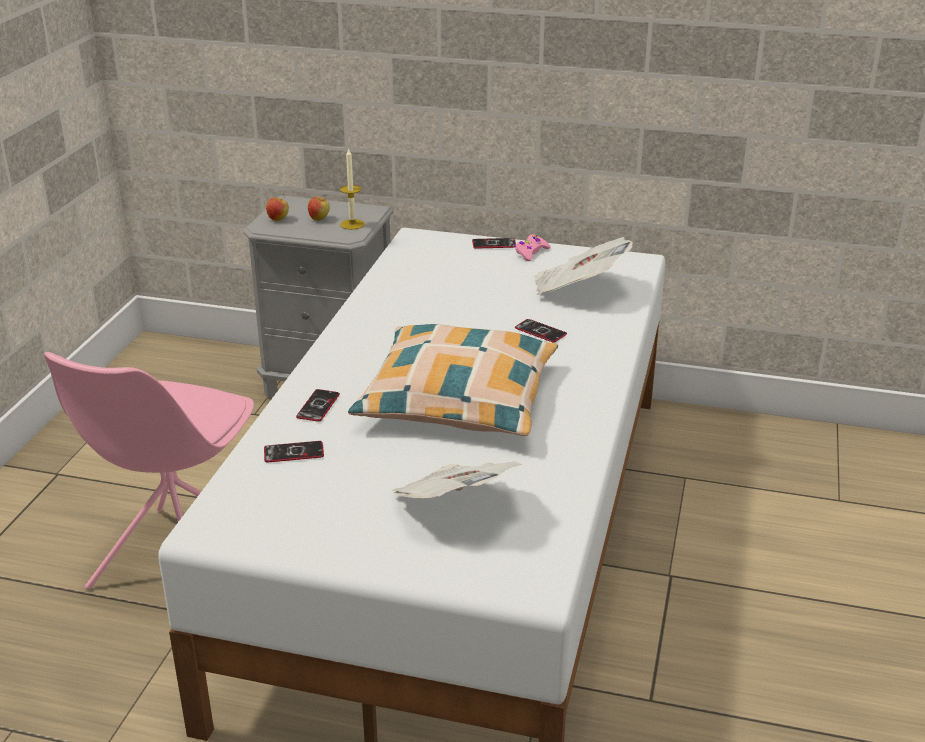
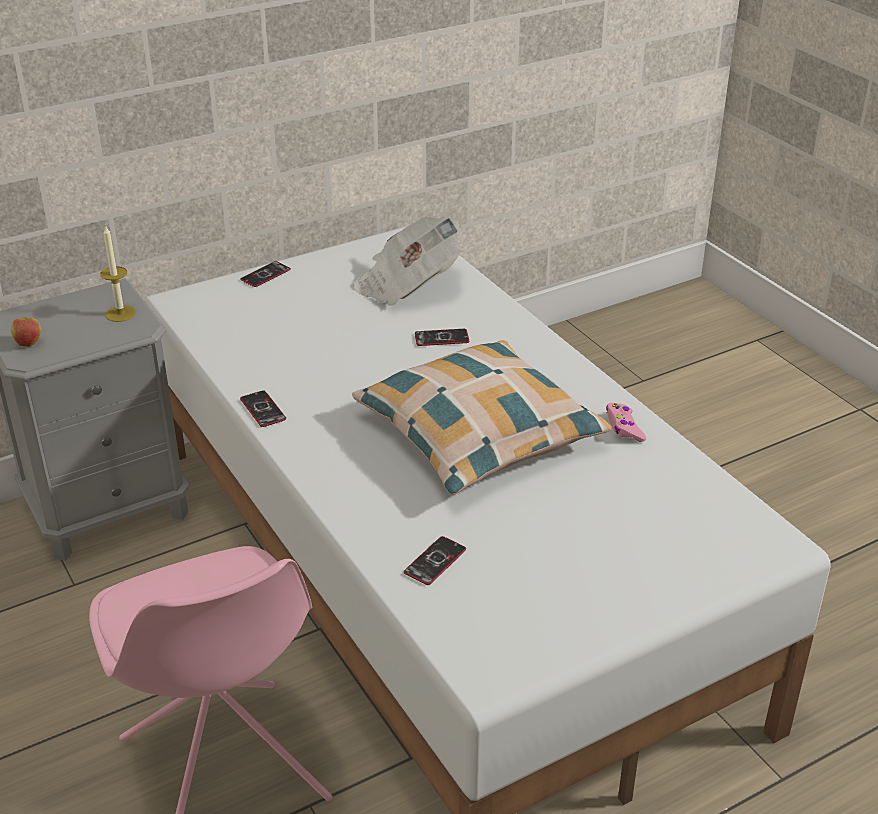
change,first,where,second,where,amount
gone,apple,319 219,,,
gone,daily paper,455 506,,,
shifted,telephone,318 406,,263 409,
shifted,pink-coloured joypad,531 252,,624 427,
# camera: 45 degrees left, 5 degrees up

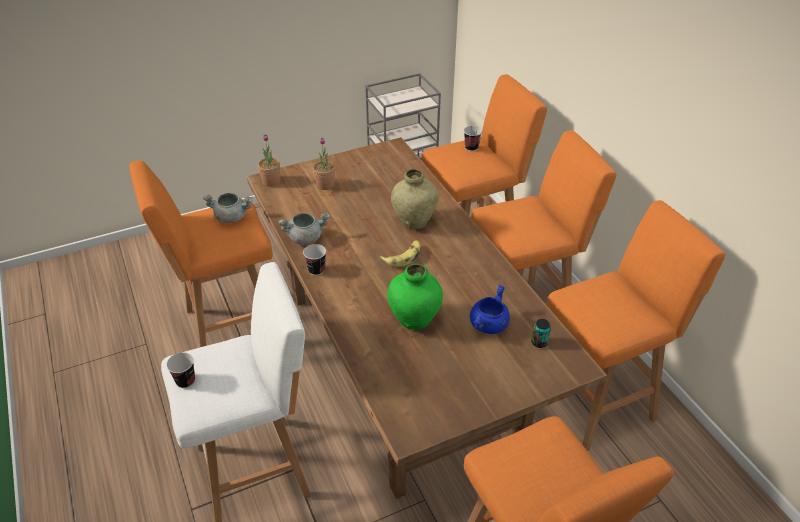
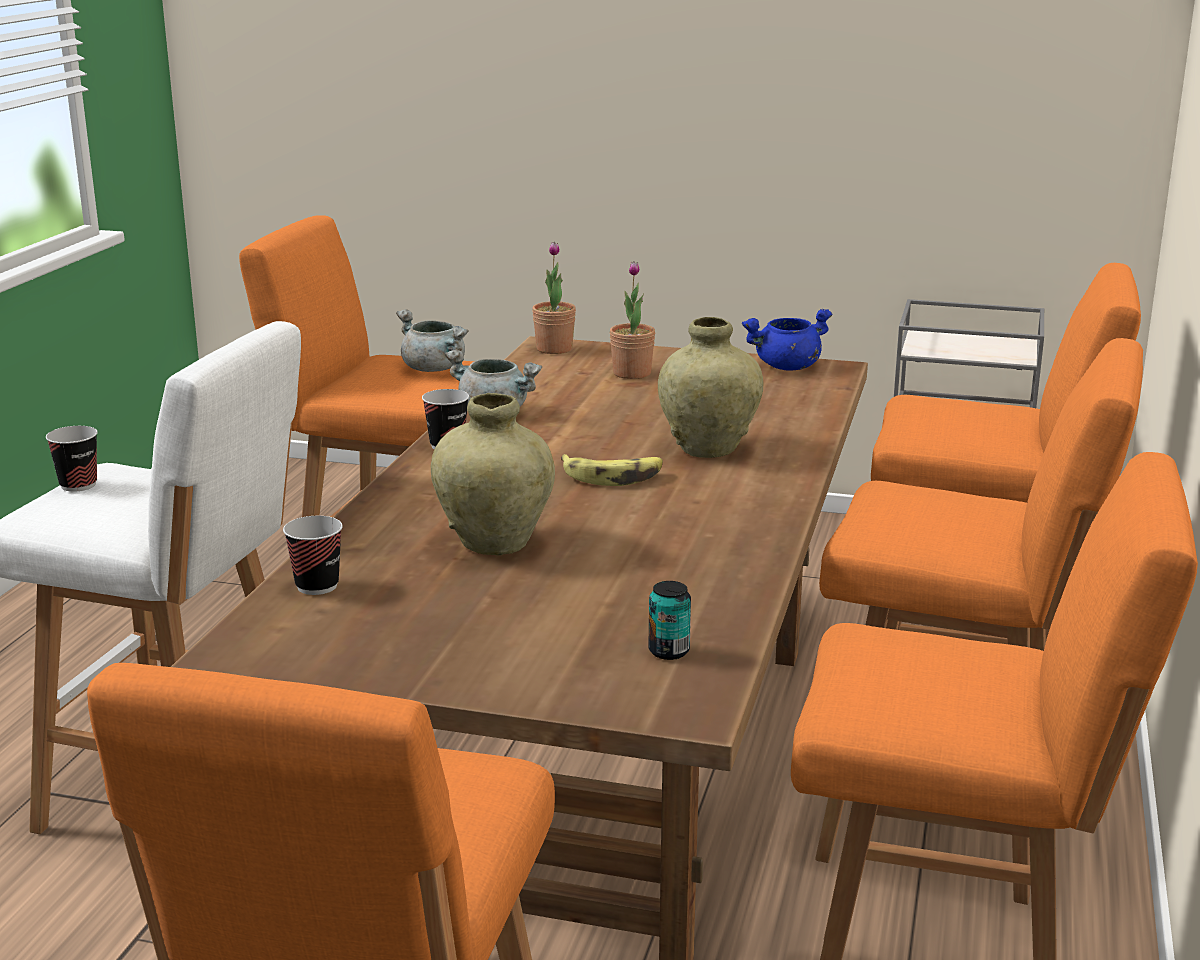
change,first,where,second,where,amount
shifted,small cup,471 148,,317 586,
shifted,blue saucepot,488 326,,786 367,
repainted,greenish decorative vase,414 320,beige decorative vase,494 543,
# camera: 40 degrees right, 20 degrees down

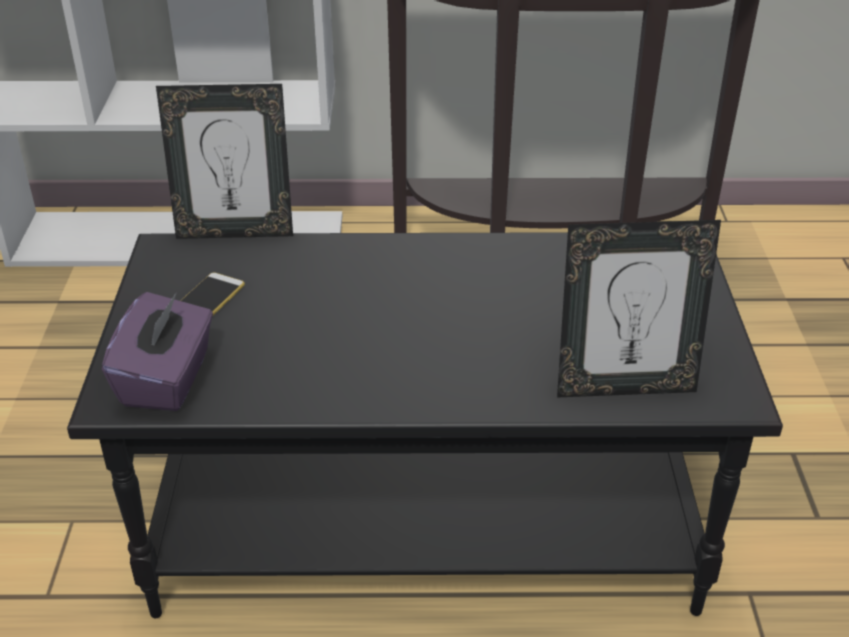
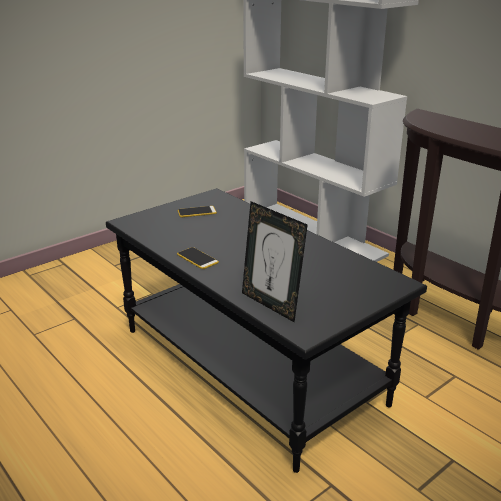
change,first,where,second,where,amount
gone,purple box of tissues,167 379,,,
gone,standing frame,235 232,,,
new,,,telephone,197 258,
# camera: 50 degrees right, 10 degrees down

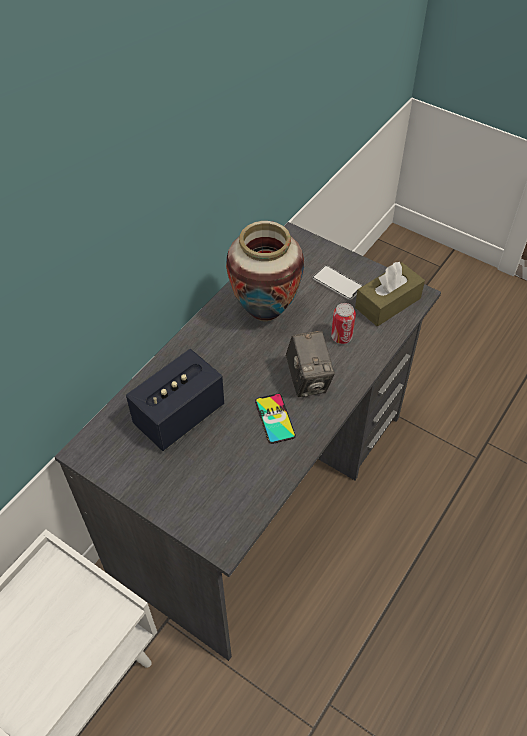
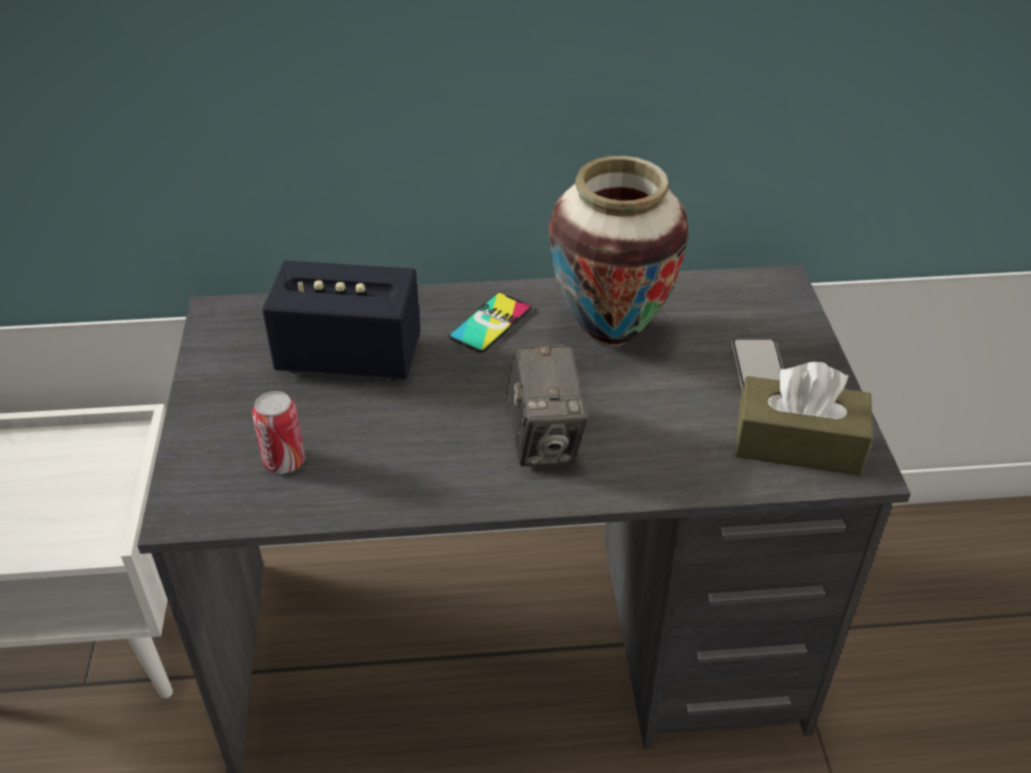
change,first,where,second,where,amount
shifted,telephone,275 418,,490 323,
shifted,metal can,341 337,,284 462,
rotated,photo camera,308 380,,544 440,45 degrees counterclockwise
# camera: 50 degrees right, 10 degrees down

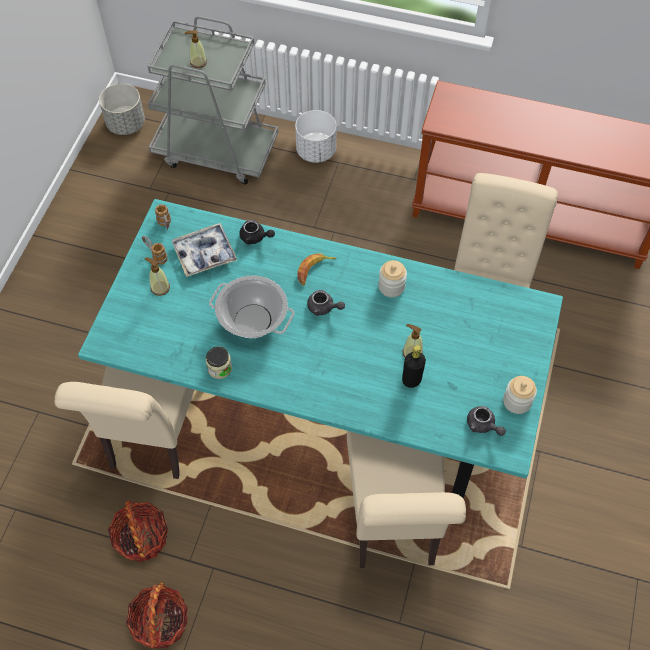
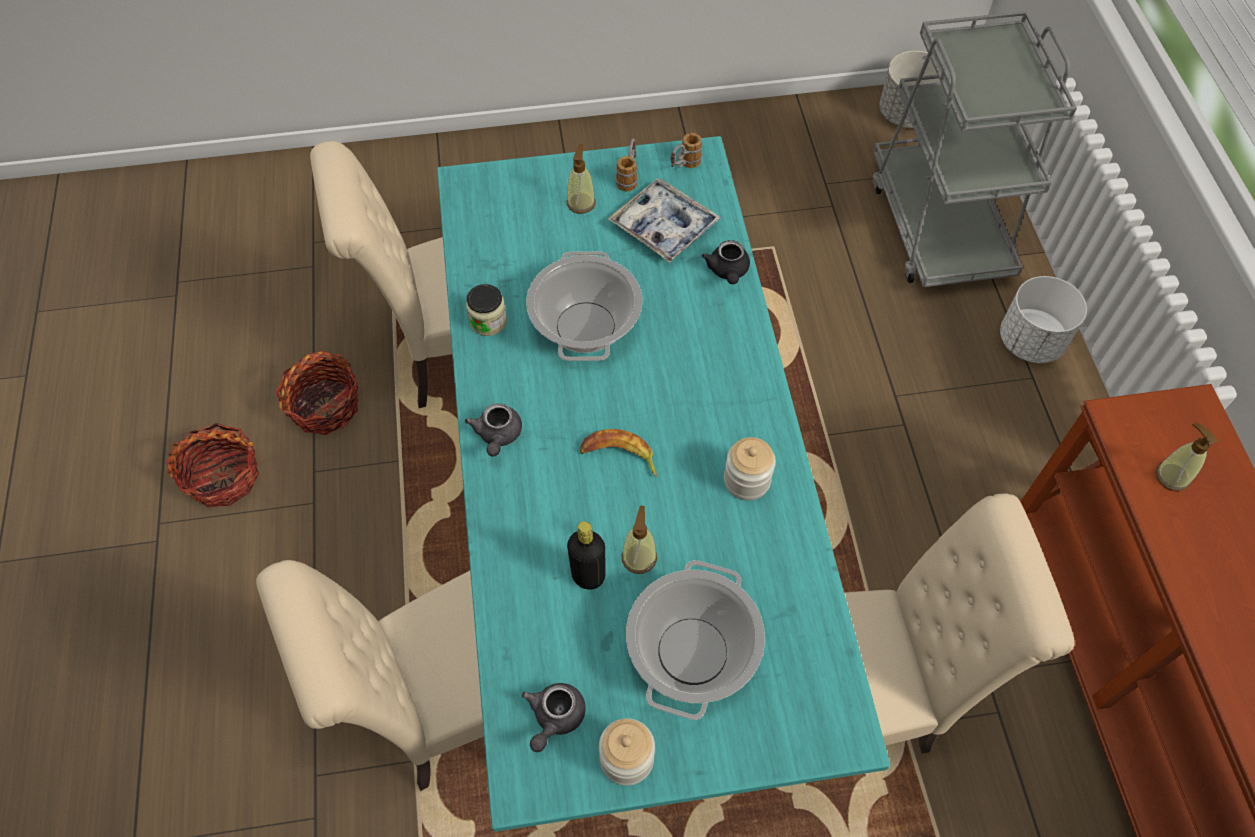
change,first,where,second,where,amount
new,,,saucepot,692 653,
shifted,liquid soap bottle,198 62,,1172 476,
shifted,banana fruit,314 270,,619 456,
shifted,gray pot for tea,323 308,,498 436,
# camera: 65 degrees right, 0 degrees up

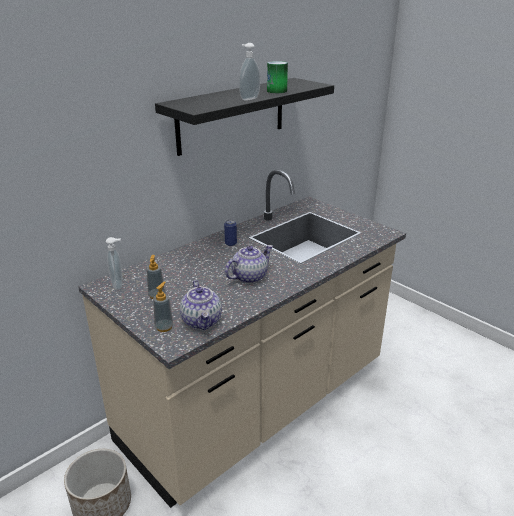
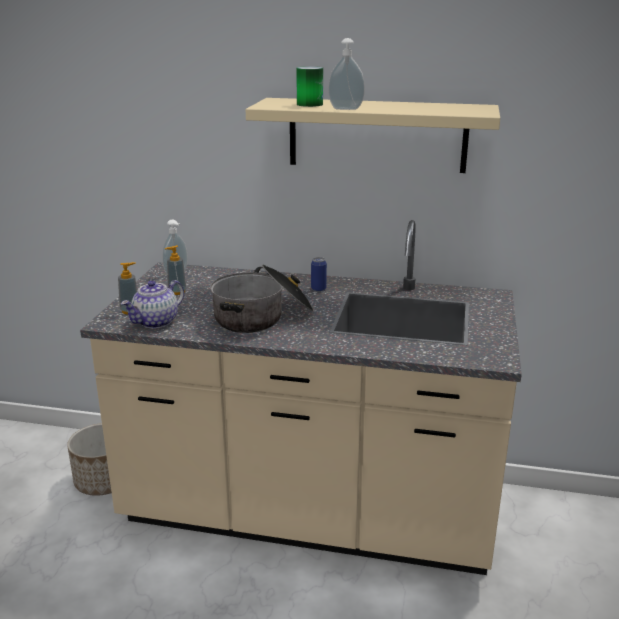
change,first,where,second,where,amount
shifted,metal can,277 91,,309 104,
swapped,pot for tea,249 277,saucepot,263 317,
repainted,black-coloured shelf,232 115,beige shelf,377 135,
# camera: 55 degrees right, 5 degrees down

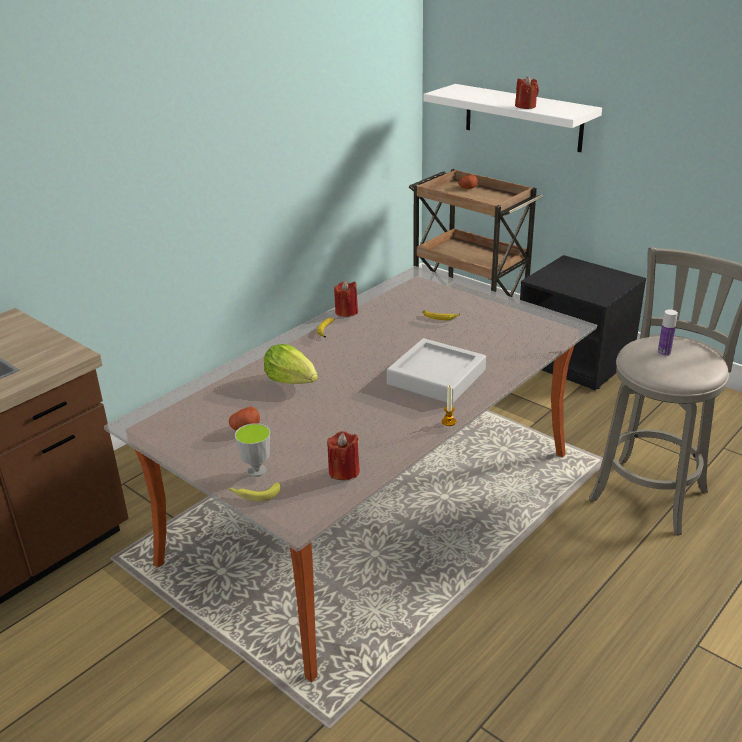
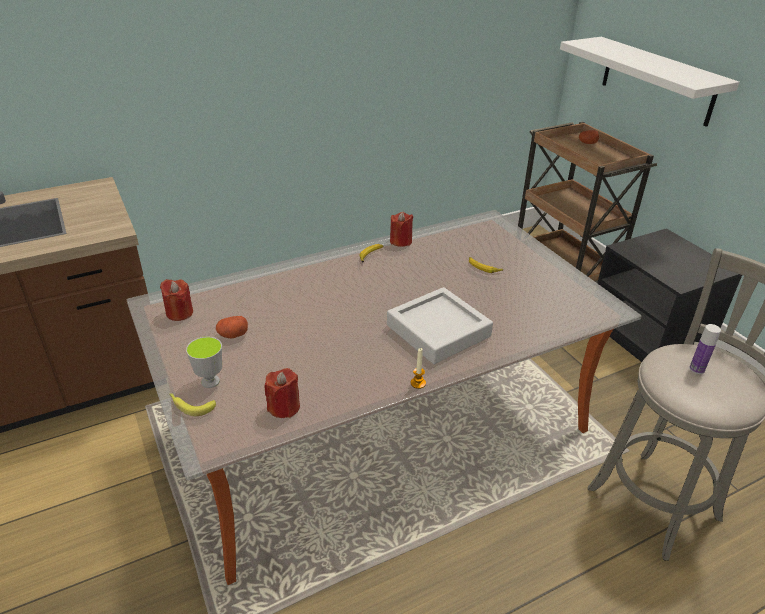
change,first,where,second,where,amount
gone,lettuce head,292 380,,,
shifted,red wax light,525 106,,179 313,
# camera: 20 degrees right, 5 degrees up

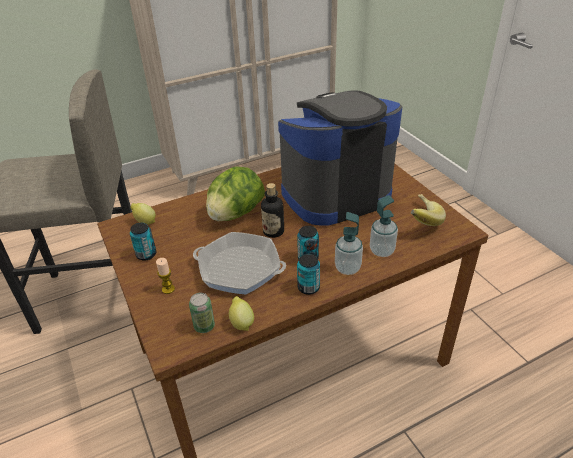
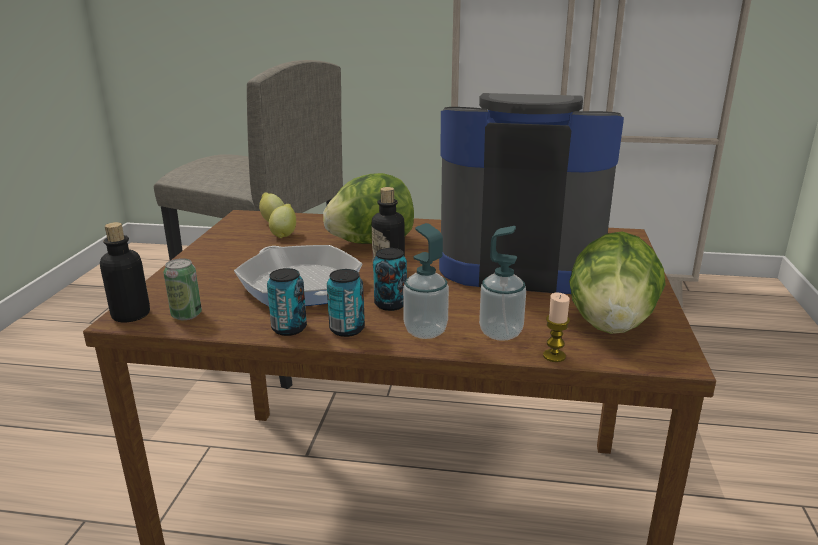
change,first,where,second,where,amount
new,,,drink bottle,131 315,
shifted,metal can,146 254,,289 328,
shifted,wax light,168 289,,554 356,
shifted,whole lemon,241 323,,284 234,
swapped,banana fruit,420 220,lettuce head,611 324,
# camera: 35 degrees right, 15 degrees down

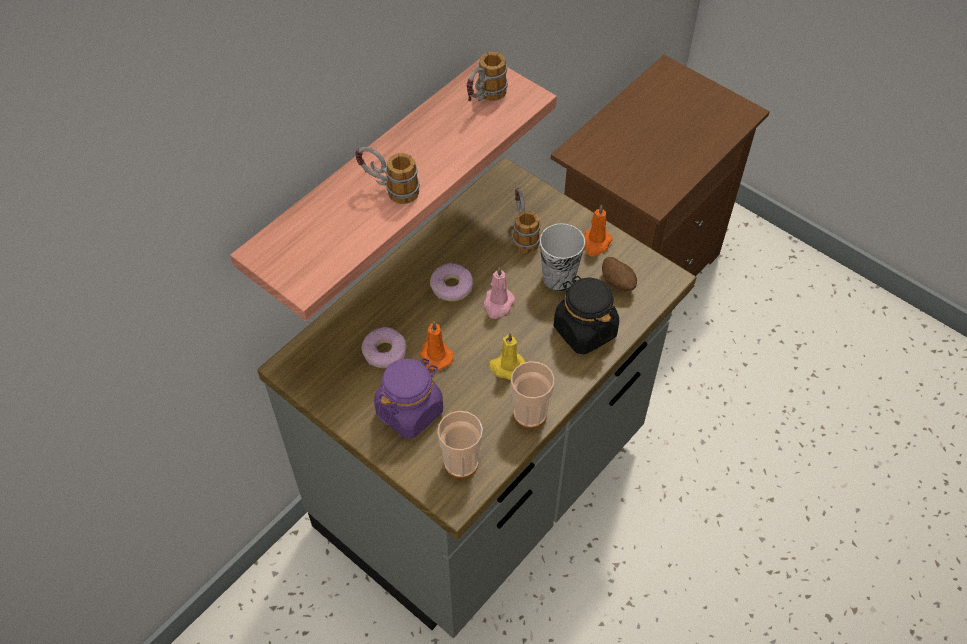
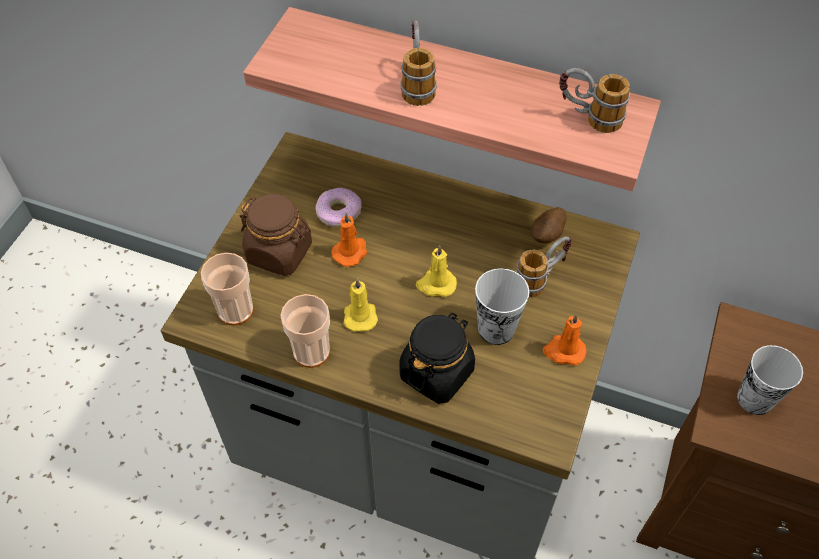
change,first,where,second,where,amount
gone,ring doughnut,451 287,,,
new,,,small cup,755 399,
shifted,spud,618 283,,547 235,
repainted,purple jar,410 411,brown-coloured jar,280 252,
repainted,pink-coloured wax light,498 304,yellow wax light,436 284,
# camera: 70 degrees right, 0 degrees up

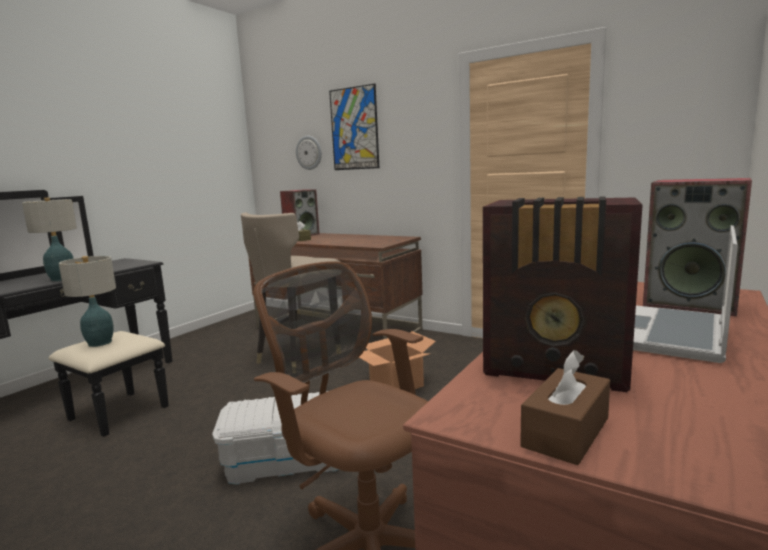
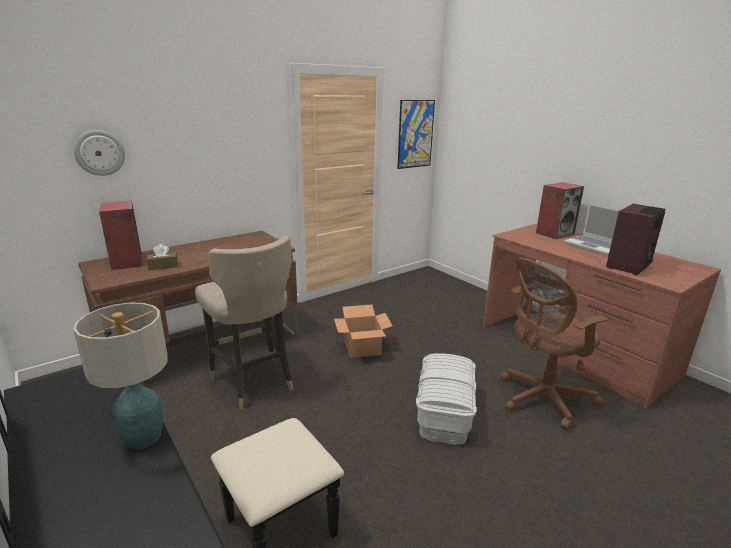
change,first,where,second,where,amount
gone,lamp for a table,100 343,,,
gone,brown-coloured box of tissues,566 432,,,
shifted,picture,354 129,,415 134,
# camera: 70 degrees left, 10 degrees up

